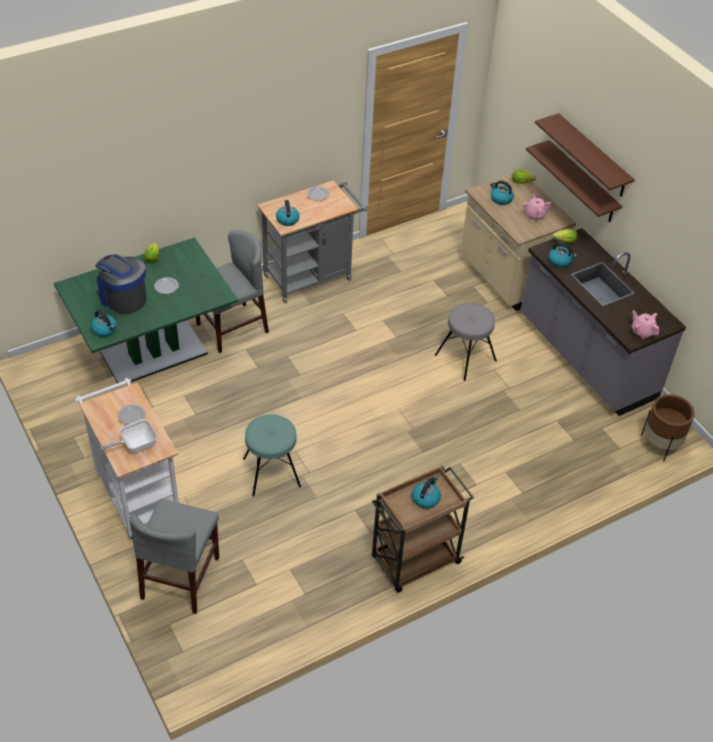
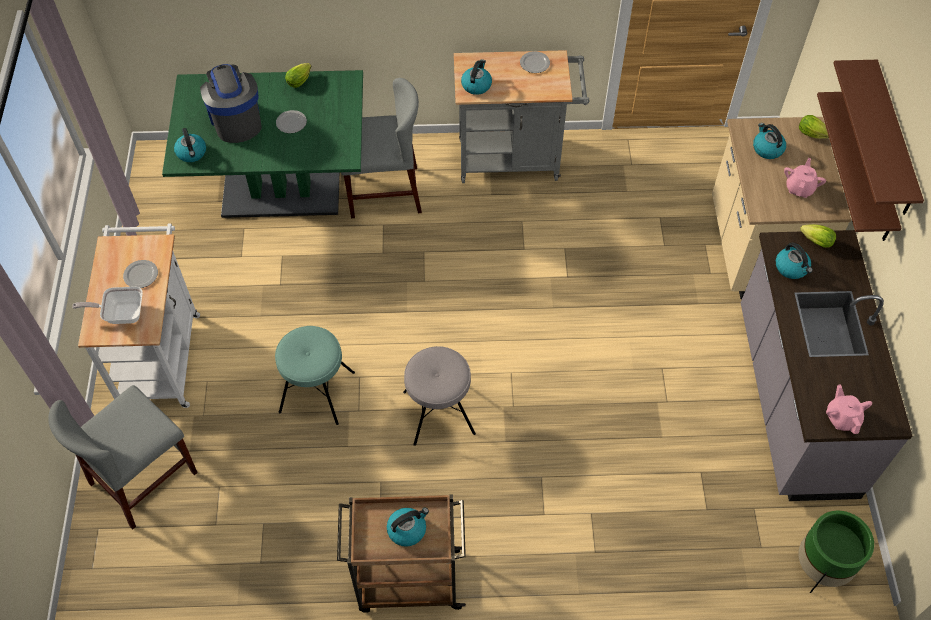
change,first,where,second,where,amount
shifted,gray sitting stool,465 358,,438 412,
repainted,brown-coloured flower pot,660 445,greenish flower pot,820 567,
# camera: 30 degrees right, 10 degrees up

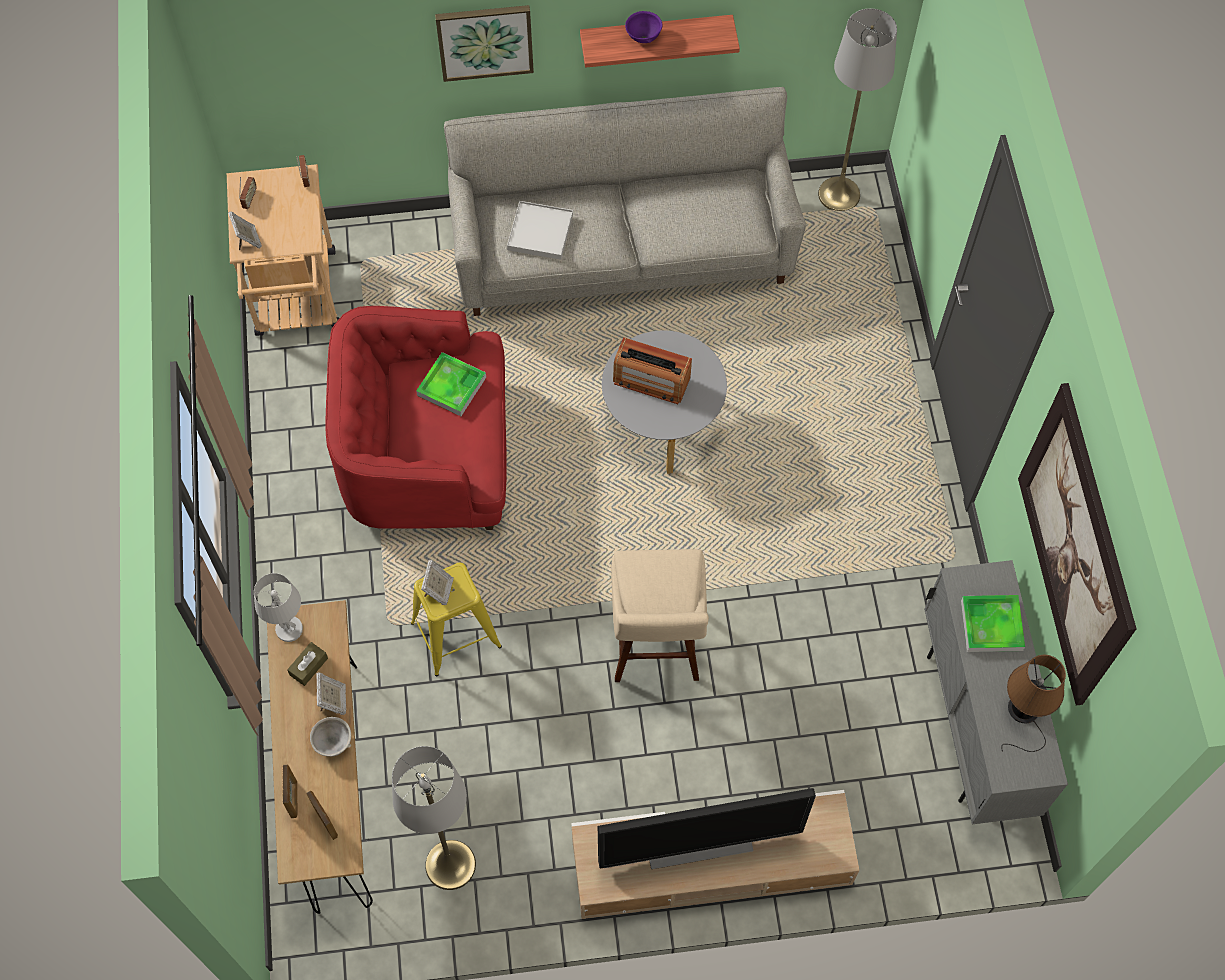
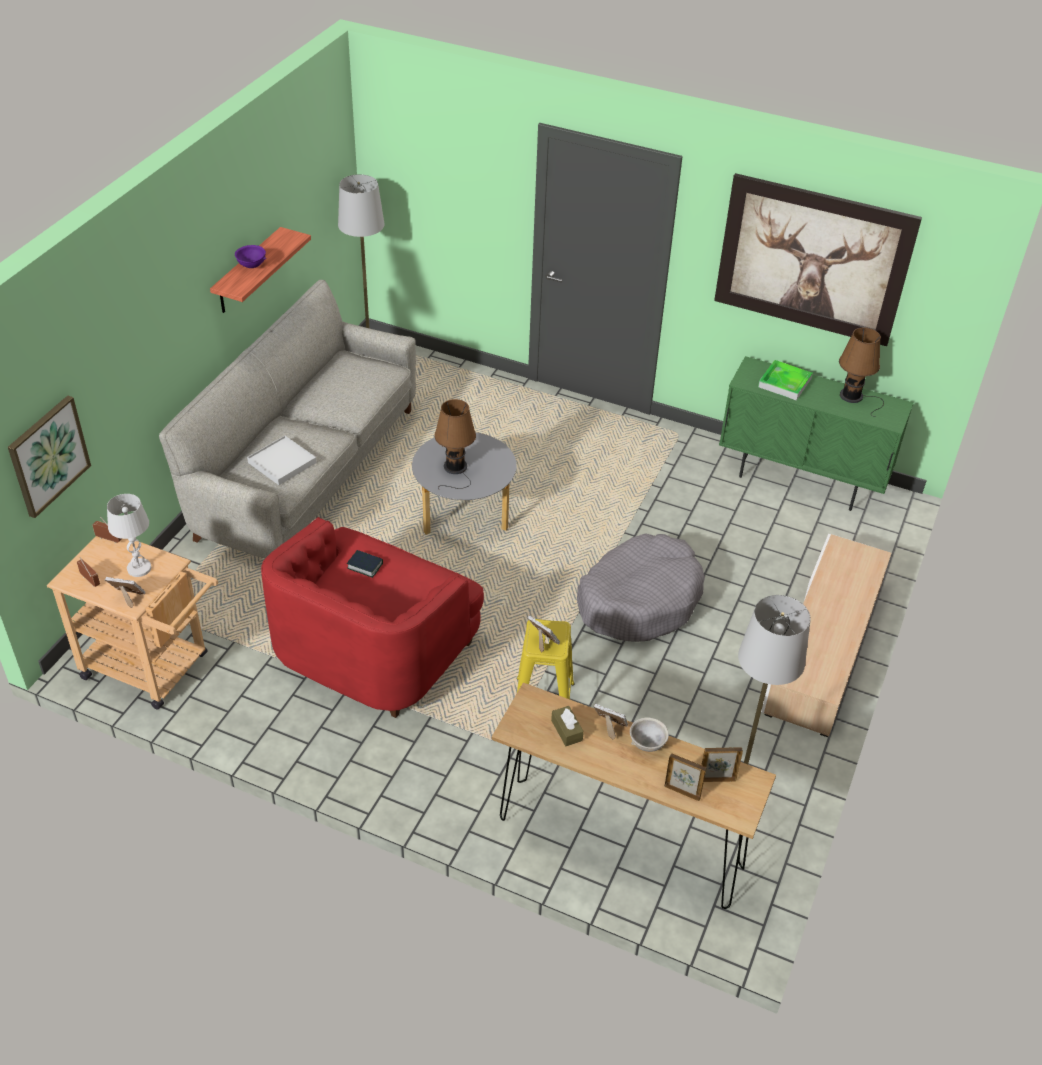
change,first,where,second,where,amount
gone,TV set,699 844,,,
shifted,white lamp for a table,289 629,,139 568,
shifted,picture,485 41,,48 455,
swapped,carrying tray,451 386,volume,365 566,
swapped,beige sitting stool,655 649,gray dog cushion,639 600,
swapped,radio set,651 380,brown-coloured lamp for a table,455 468,
repainted,gray cupboard,973 725,greenish cupboard,801 480,
# camera: 60 degrees left, 20 degrees down

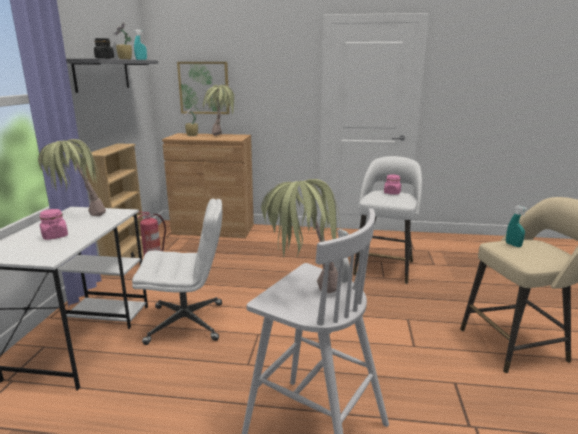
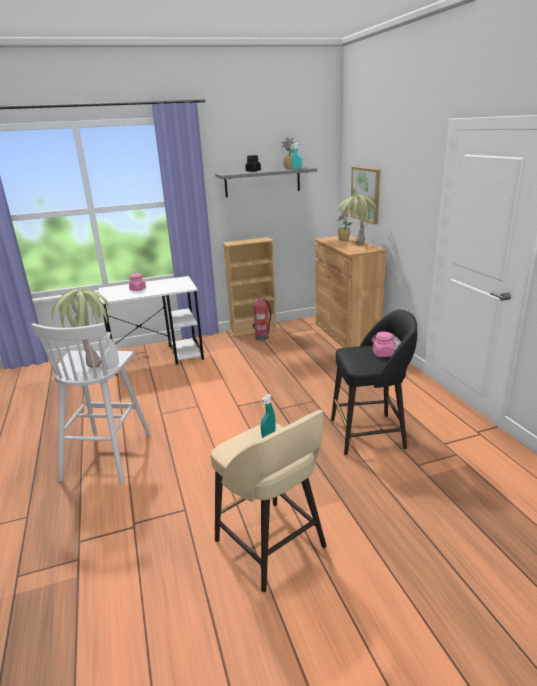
change,first,where,second,where,amount
gone,houseplant,77 217,,,
gone,white computer chair,187 323,,,
repainted,white sitting stool,384 267,black-coloured sitting stool,370 433,
# camera: 65 degrees right, 5 degrees up

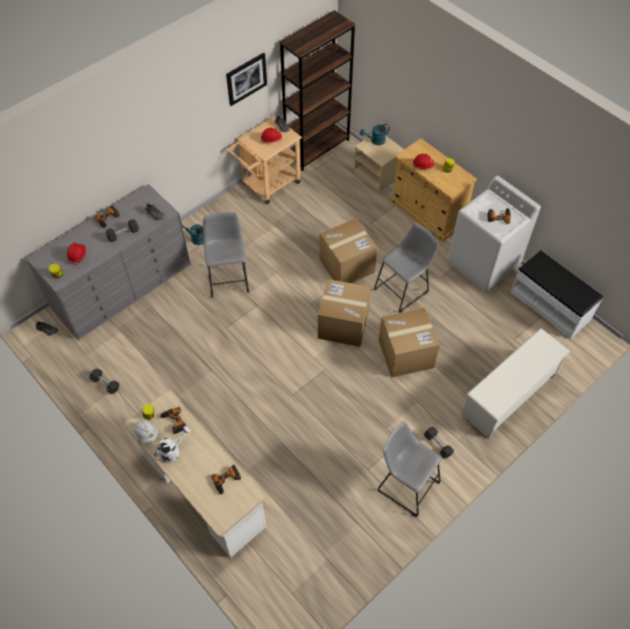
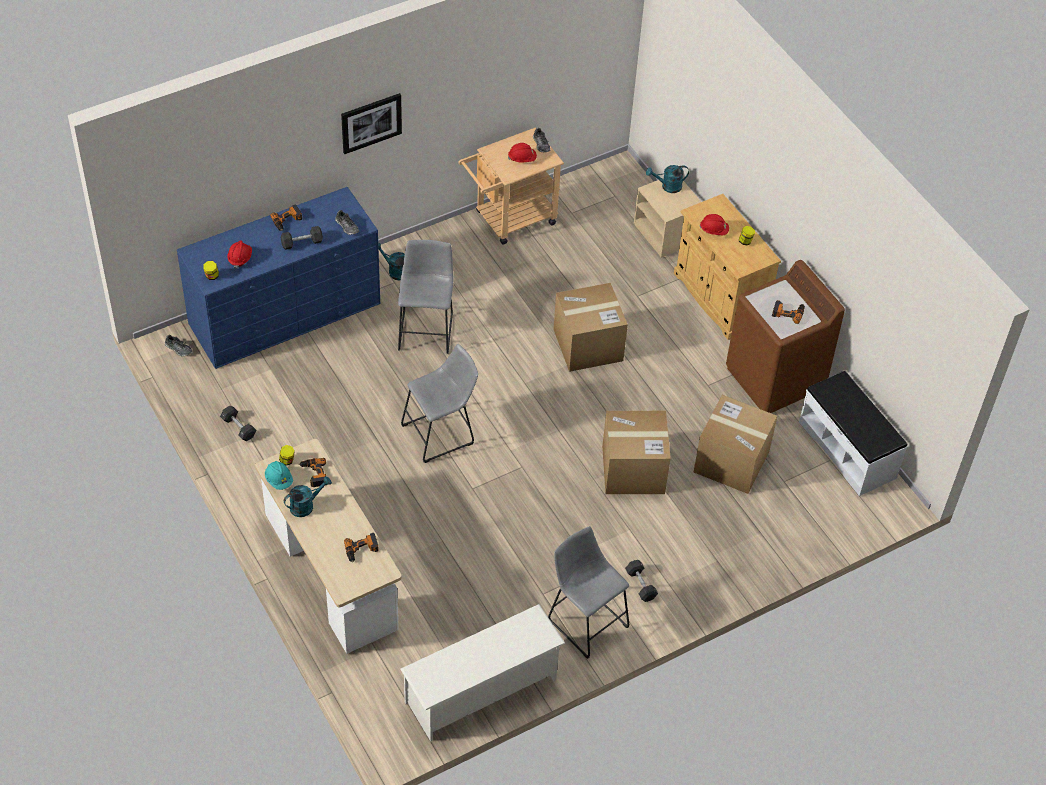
change,first,where,second,where,amount
gone,brown-coloured bookcase,317 148,,,
shifted,picture,246 78,,371 122,
shifted,carton,343 324,,731 461,
shifted,gray sitting stool,403 289,,441 433,
shifted,white shoe rack,508 396,,481 691,
repainted,gray drawer chest,122 286,blue drawer chest,285 313,
repainted,white hard hat,146 433,turquoise hard hat,279 480,
repainted,white sprinkling can,173 451,turquoise sprinkling can,306 505,
repainted,white laundry machine,483 264,brown-coloured laundry machine,775 378,
# camera: 10 degrees right, 5 degrees down

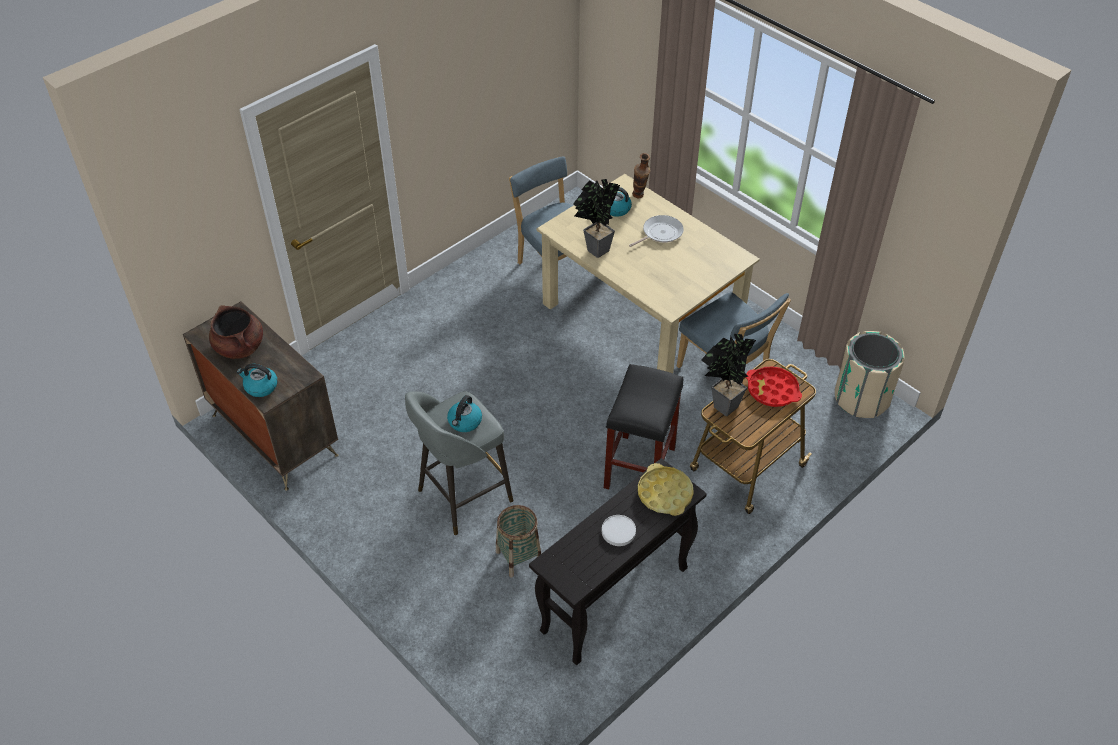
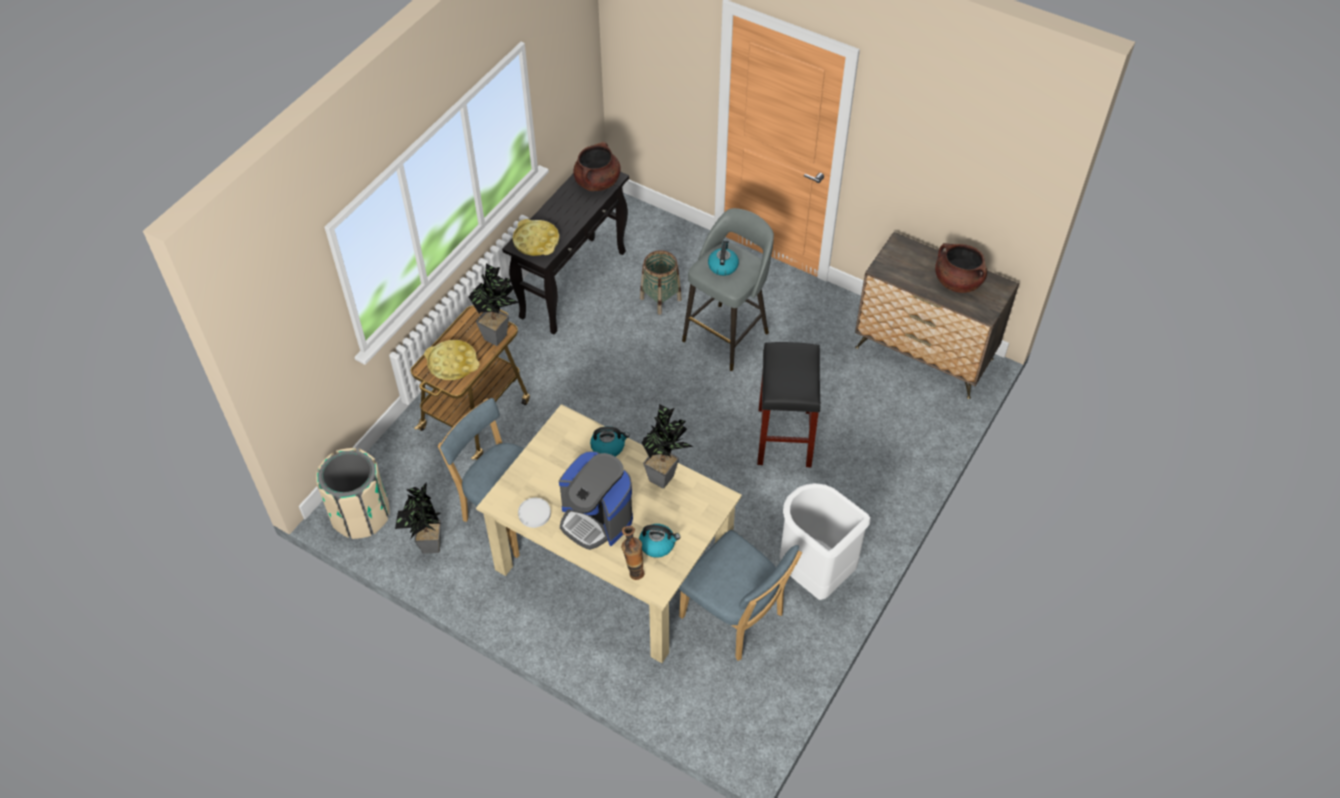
change,first,where,second,where,amount
new,,,houseplant,429 548,
new,,,brown-coloured saucepot,597 182,
new,,,white waste bin,814 574,
shifted,water kettle,260 387,,608 447,
shifted,white dinner plate,618 531,,534 513,
shifted,black-coloured sitting stool,639 466,,785 438,
swapped,skillet,660 233,coffee machine,596 519,
repainted,red carrying tray,772 390,yellow carrying tray,452 363,
# camera: 165 degrees right, 5 degrees up

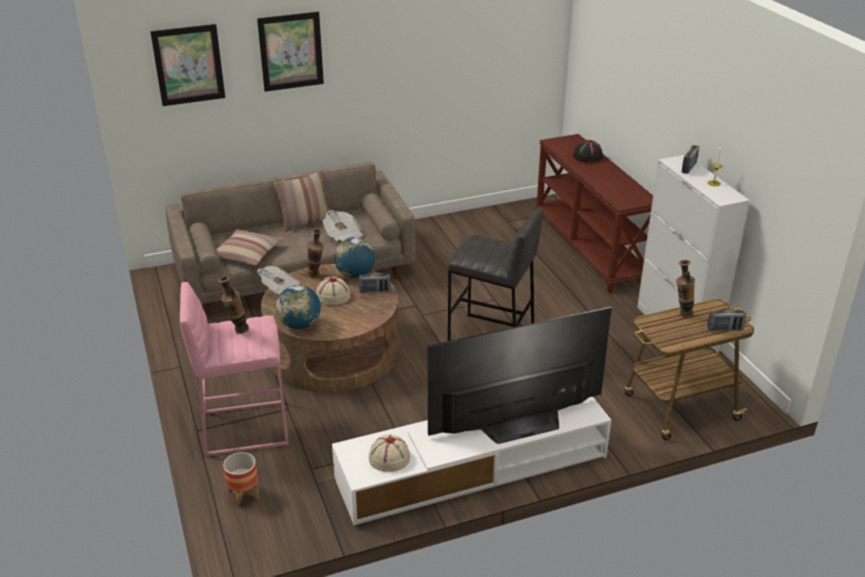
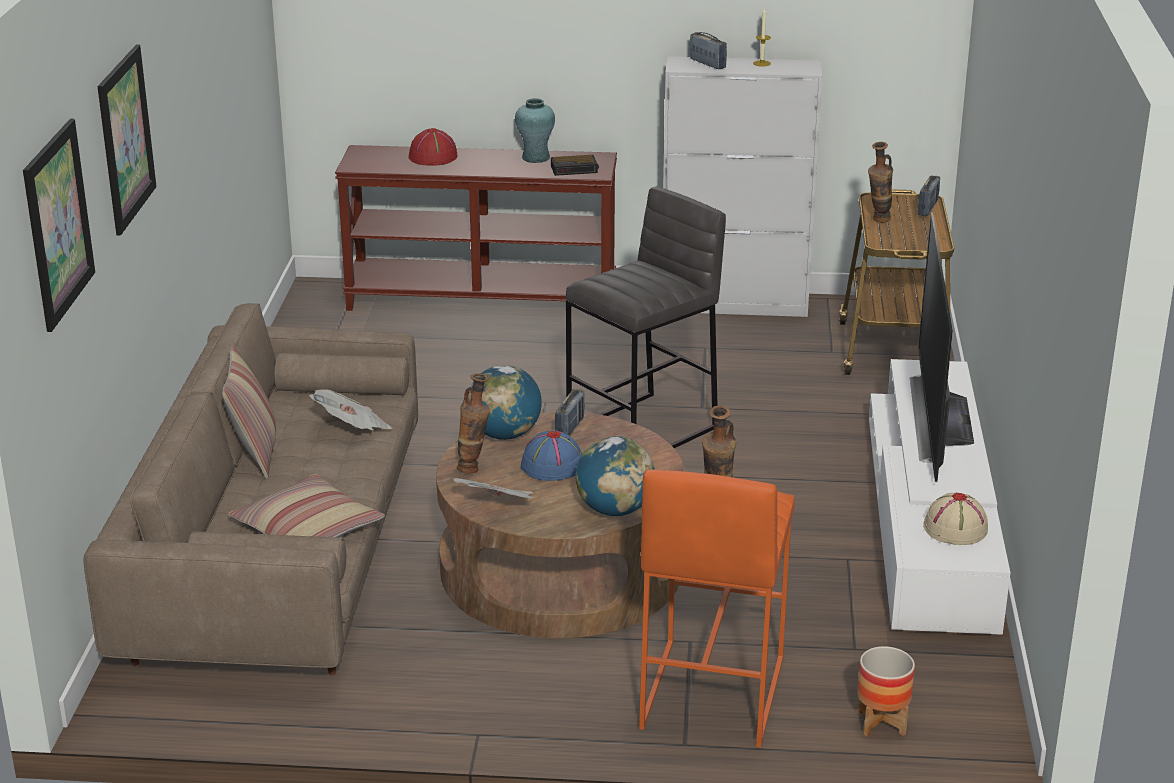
change,first,where,second,where,amount
new,,,turquoise decorative vase,535 158,
new,,,bedside clock,575 169,
repainted,pink-coloured sitting stool,244 427,orange-coloured sitting stool,710 693,
repainted,beige clothing hat,332 296,blue clothing hat,552 466,
repainted,black-coloured clothing hat,587 157,red clothing hat,433 157,
# camera: 65 degrees left, 5 degrees down

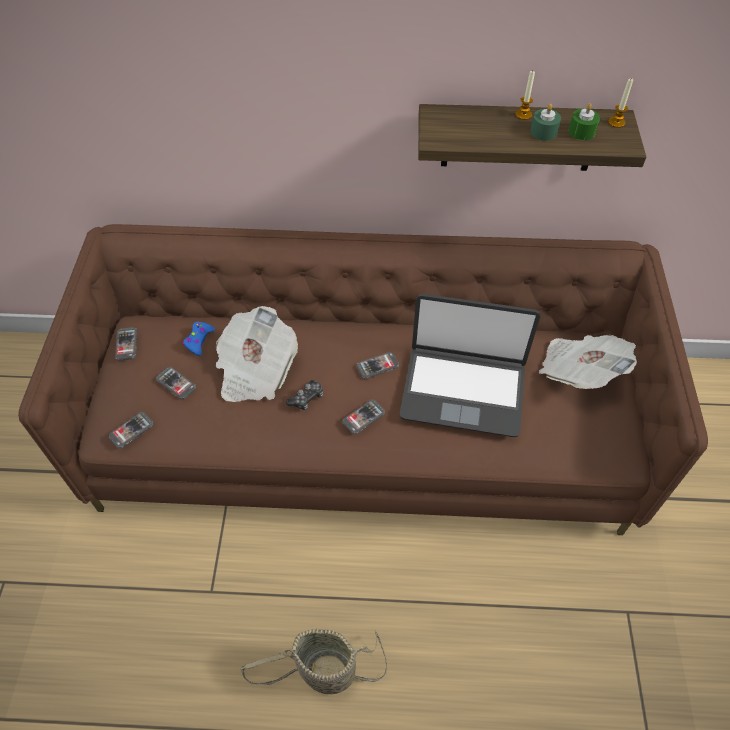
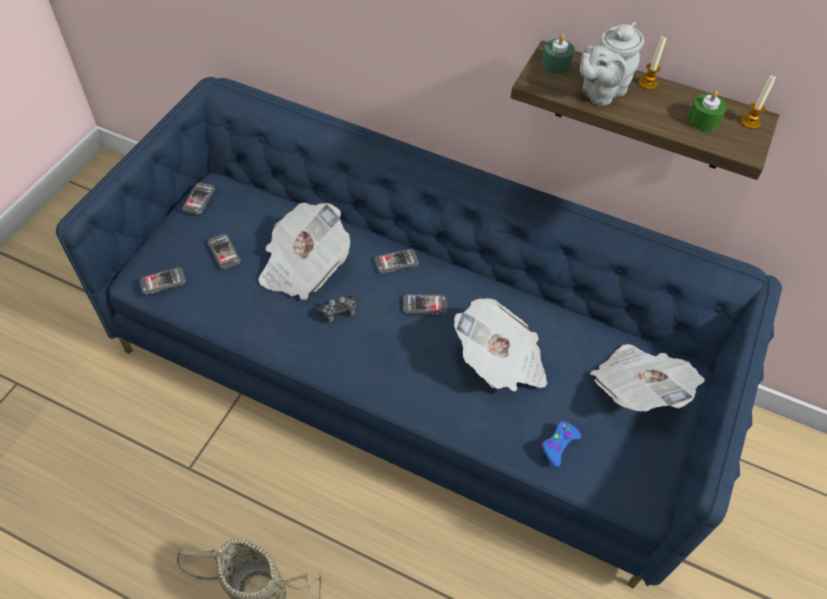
change,first,where,second,where,amount
new,,,gray pot for tea,600 92,
shifted,blue joypad,199 341,,558 445,
shifted,telephone,363 417,,396 262,
shifted,greenish wax light,543 132,,556 64,
swapped,laptop,463 390,daily paper,500 362,
repainted,brown-coloured sofa,365 433,blue sofa,409 374,
# camera: 20 degrees right, 0 degrees up

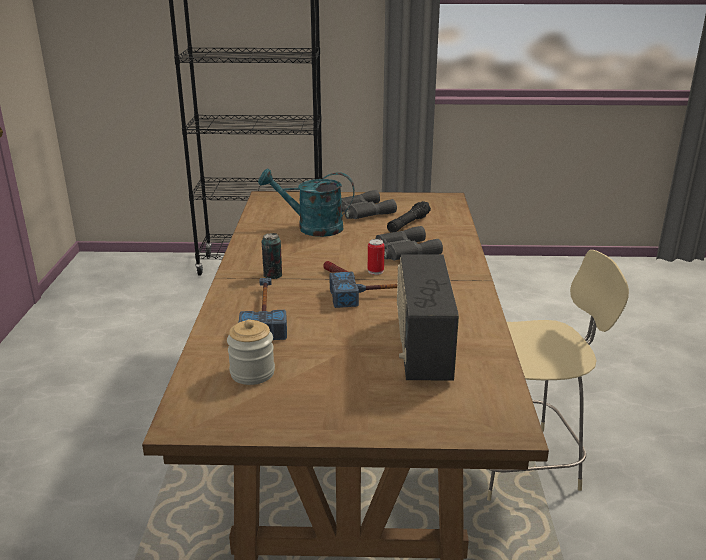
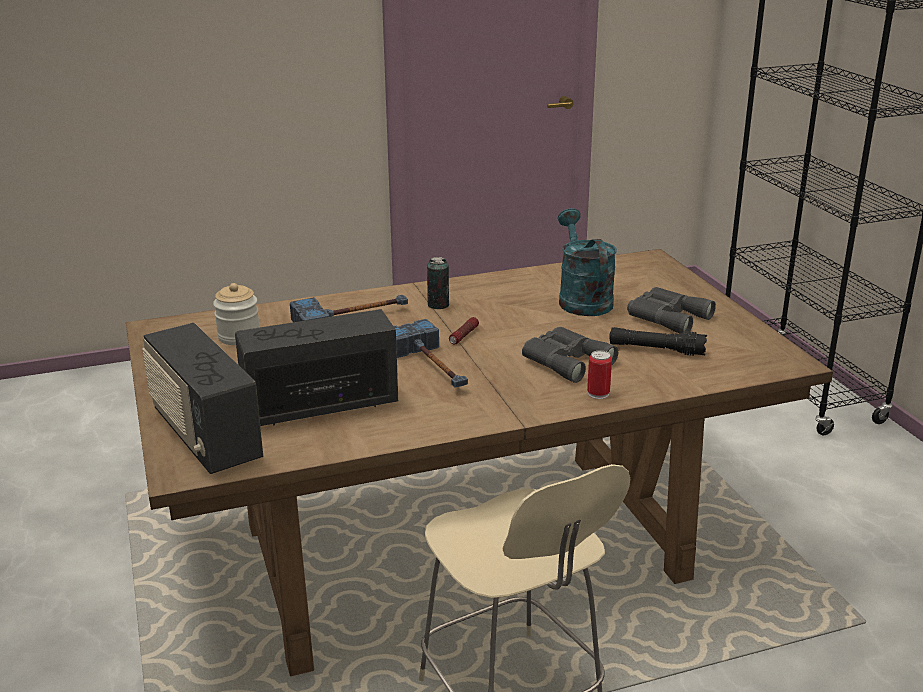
change,first,where,second,where,amount
new,,,radio set,204 436,
shifted,metal can,375 271,,598 393,
# camera: 70 degrees right, 0 degrees up

